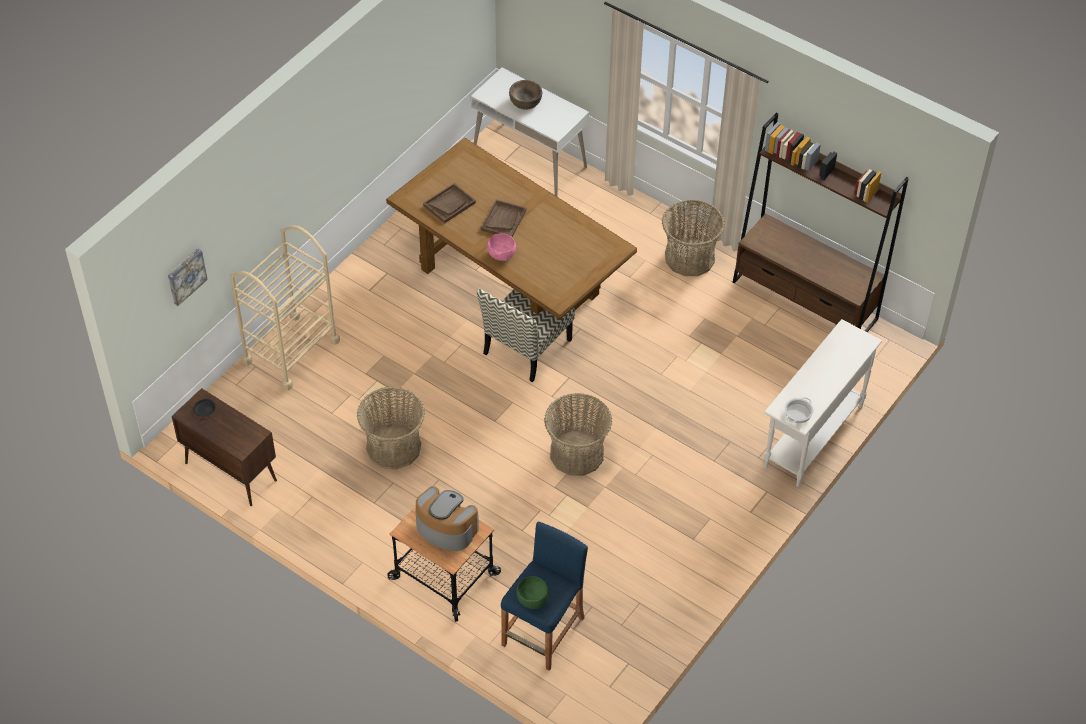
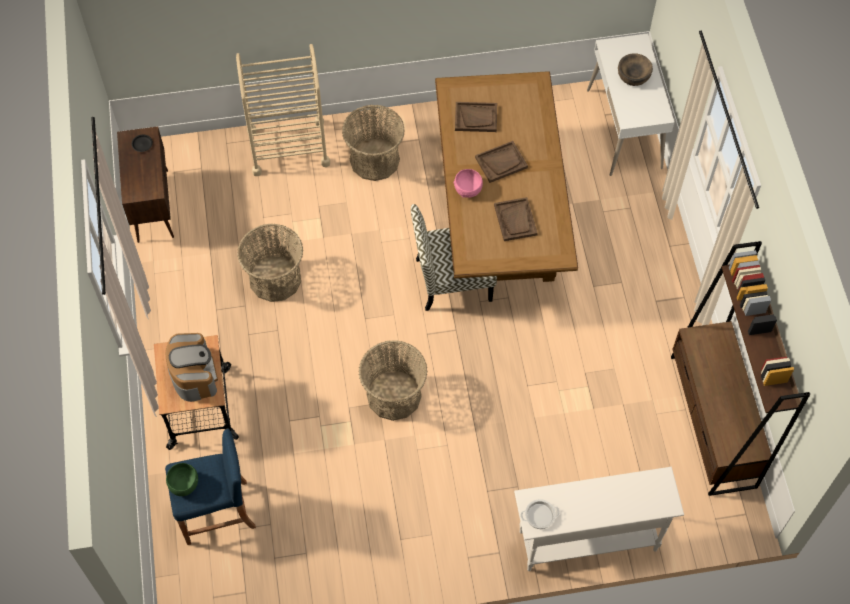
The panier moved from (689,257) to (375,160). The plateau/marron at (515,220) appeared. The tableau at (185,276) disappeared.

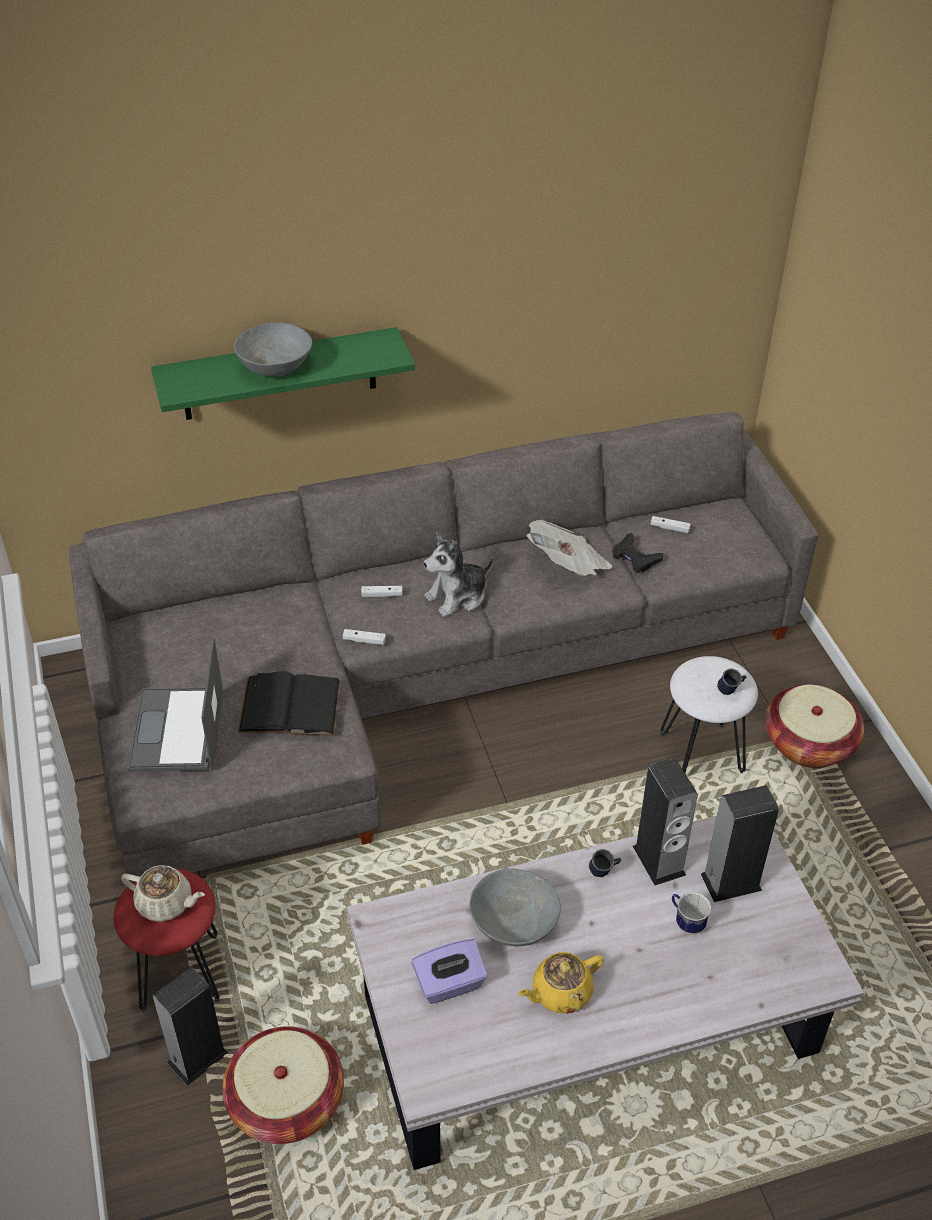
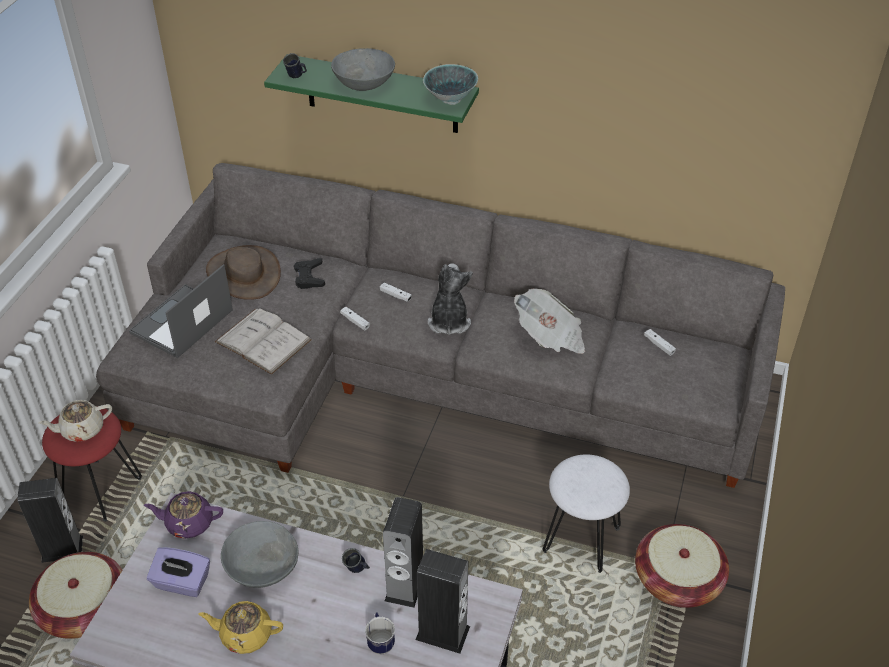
The théière/beige at (165,903) turned 105 degrees clockwise. The théière/violet at (188,523) appeared. The chapeau/marron at (244,274) appeared. The livre/noir at (290,706) became the livre/blanc at (263,341). The mug/bleu moved from (730,691) to (296,77). The manette/noir moved from (635,557) to (309,277). The bol at (451,99) appeared. The peluche at (458,596) turned 90 degrees clockwise.

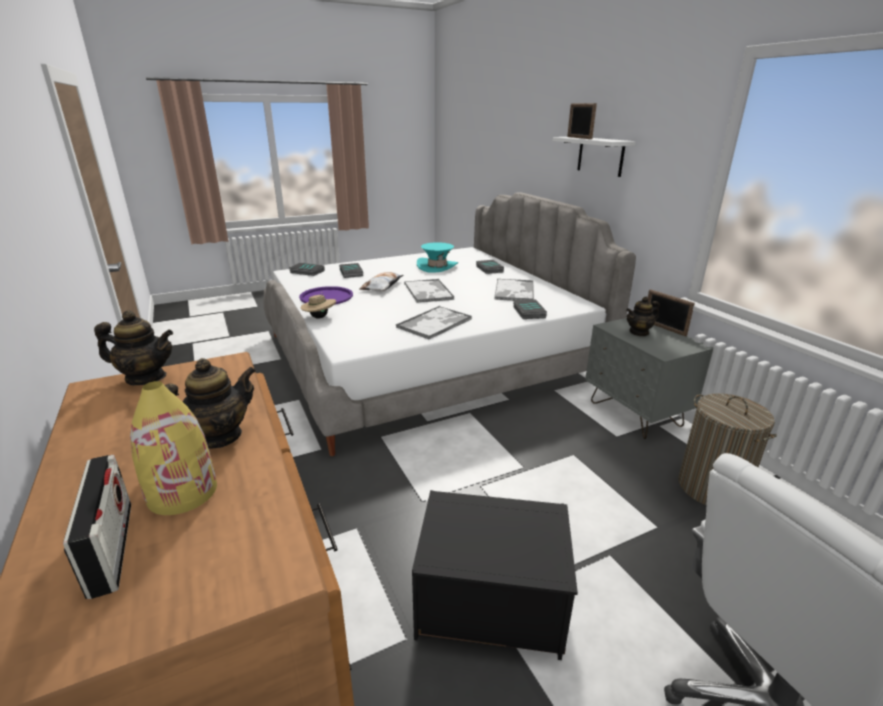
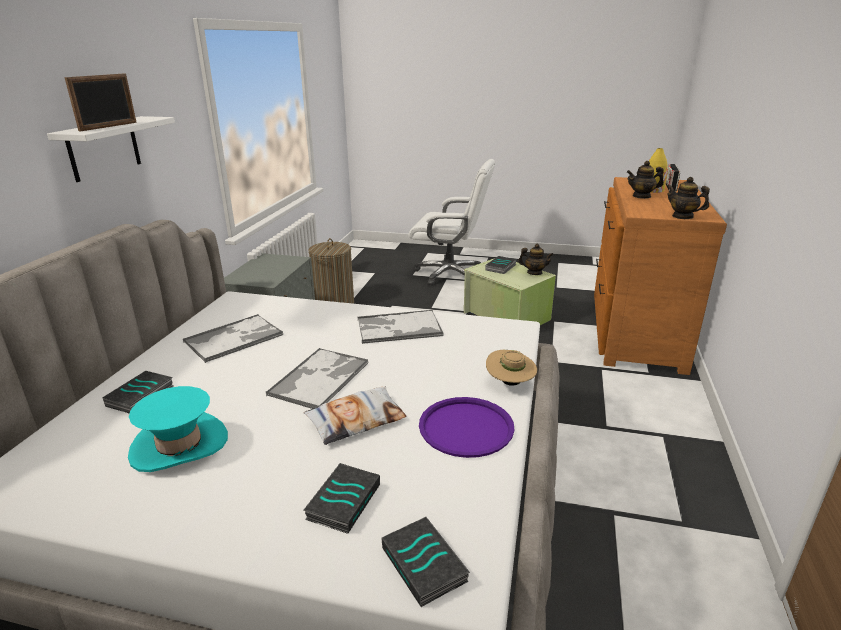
The boîte de rangement/noir at (490,604) became the boîte de rangement/vert at (507,316). The livre moved from (528,312) to (501,267). The théière moved from (639,332) to (534,273). The cadre photo at (664,328) disappeared.

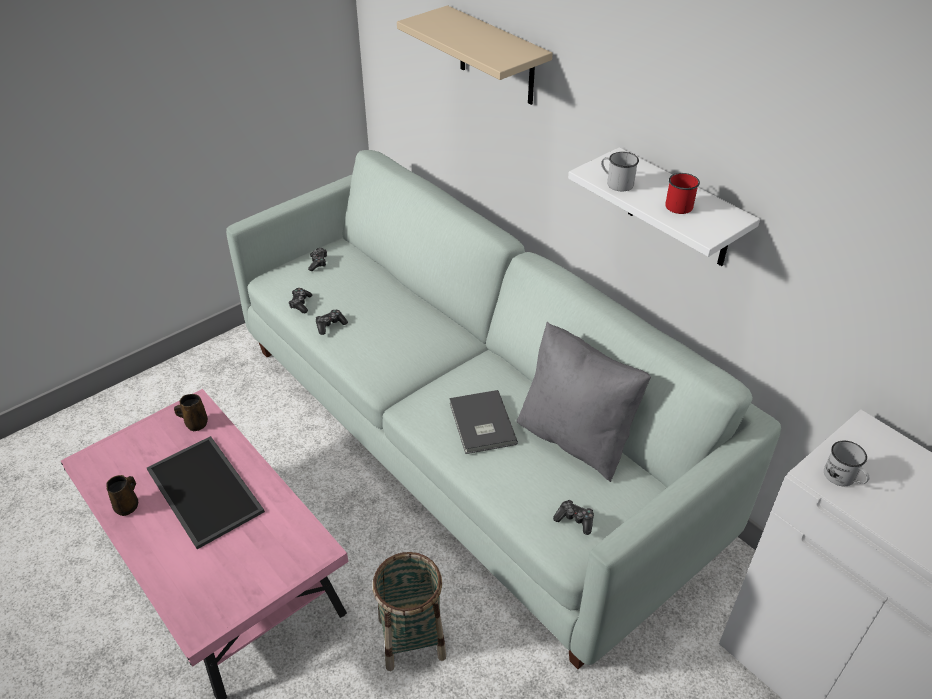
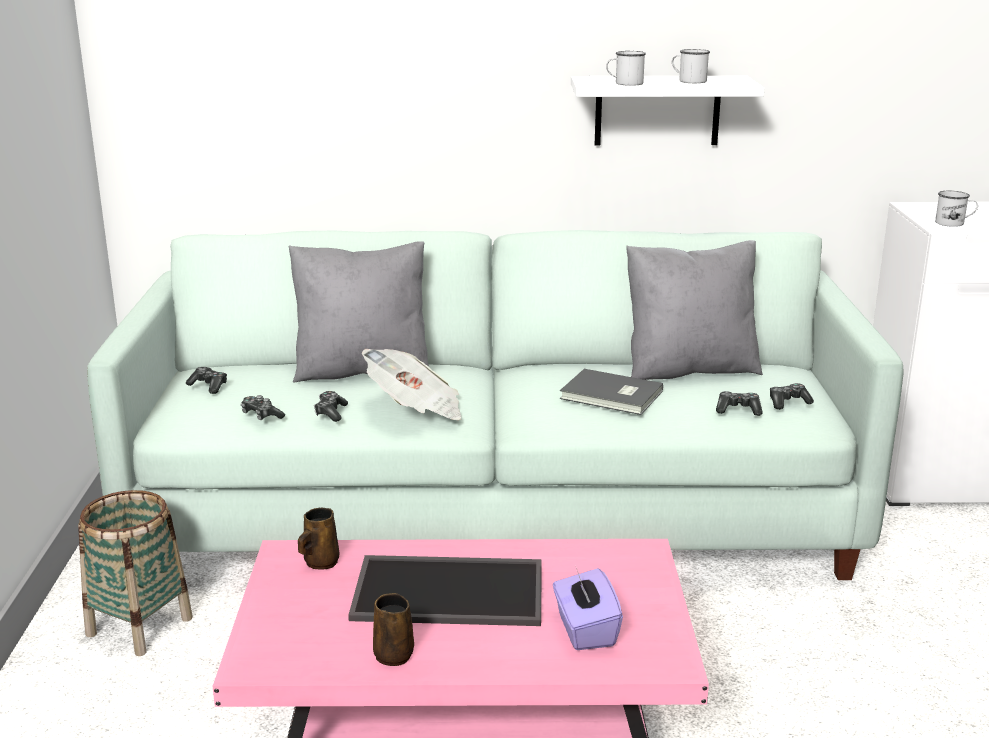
The panier moved from (412,638) to (140,626). The coussin/gris at (362,370) appeared. The journal at (416,409) appeared. The boîte à mouchoirs/violet at (585,630) appeared. The mug/rouge at (677,204) became the mug/blanc at (688,81). The manette at (738,410) appeared. The étagère/beige at (496,57) disappeared.

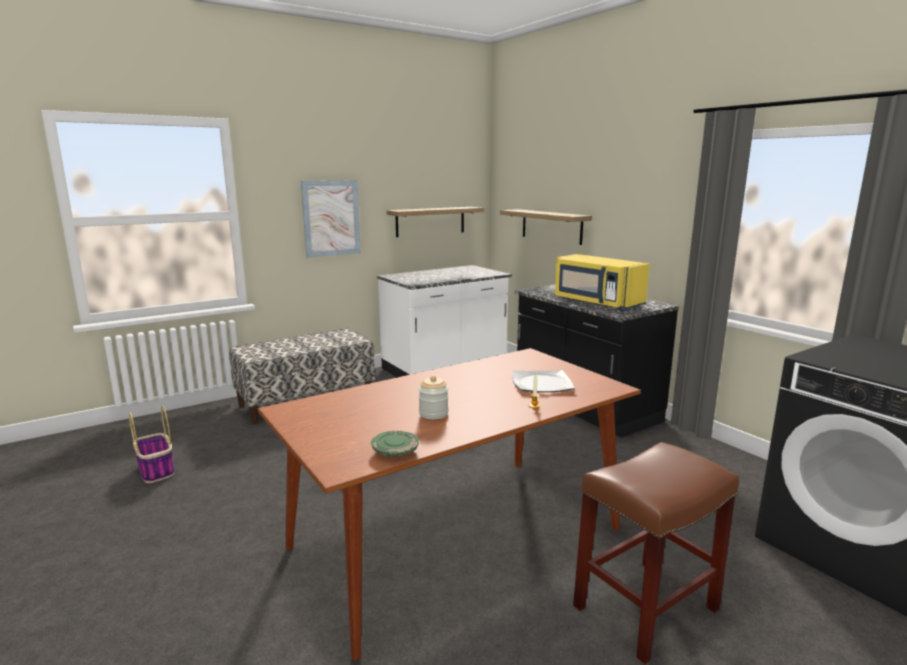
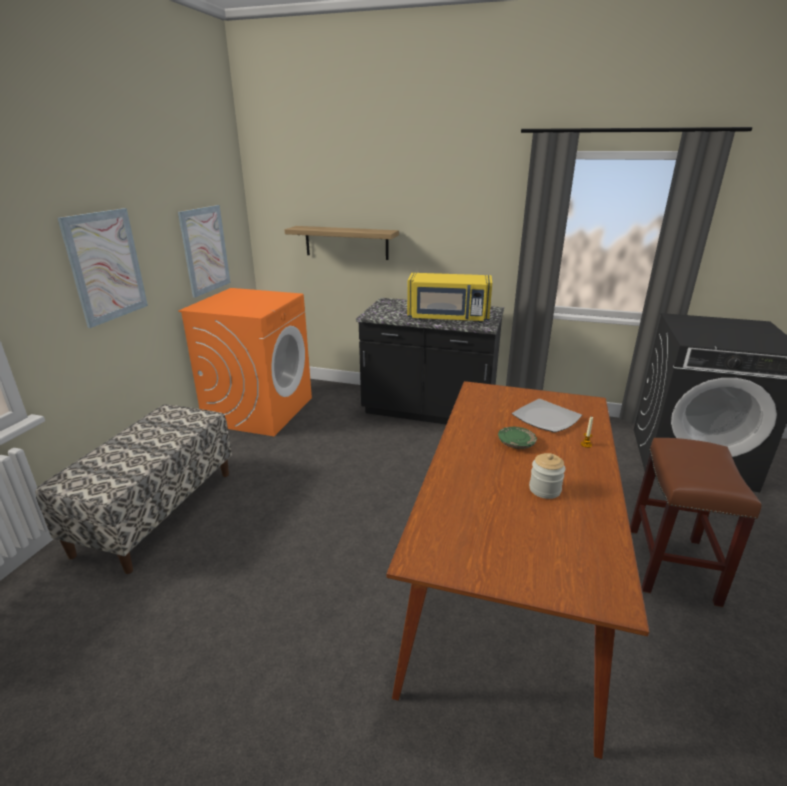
The étagère at (430,221) was replaced by the tableau at (205,250). The comptoir de cuisine/blanc at (445,366) was replaced by the lave-linge/orange at (259,410). The assiette/vert moved from (395,451) to (516,443). The panier at (156,470) disappeared.

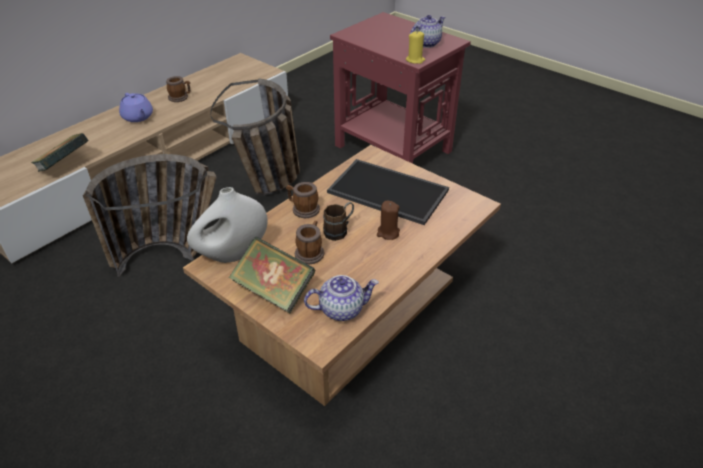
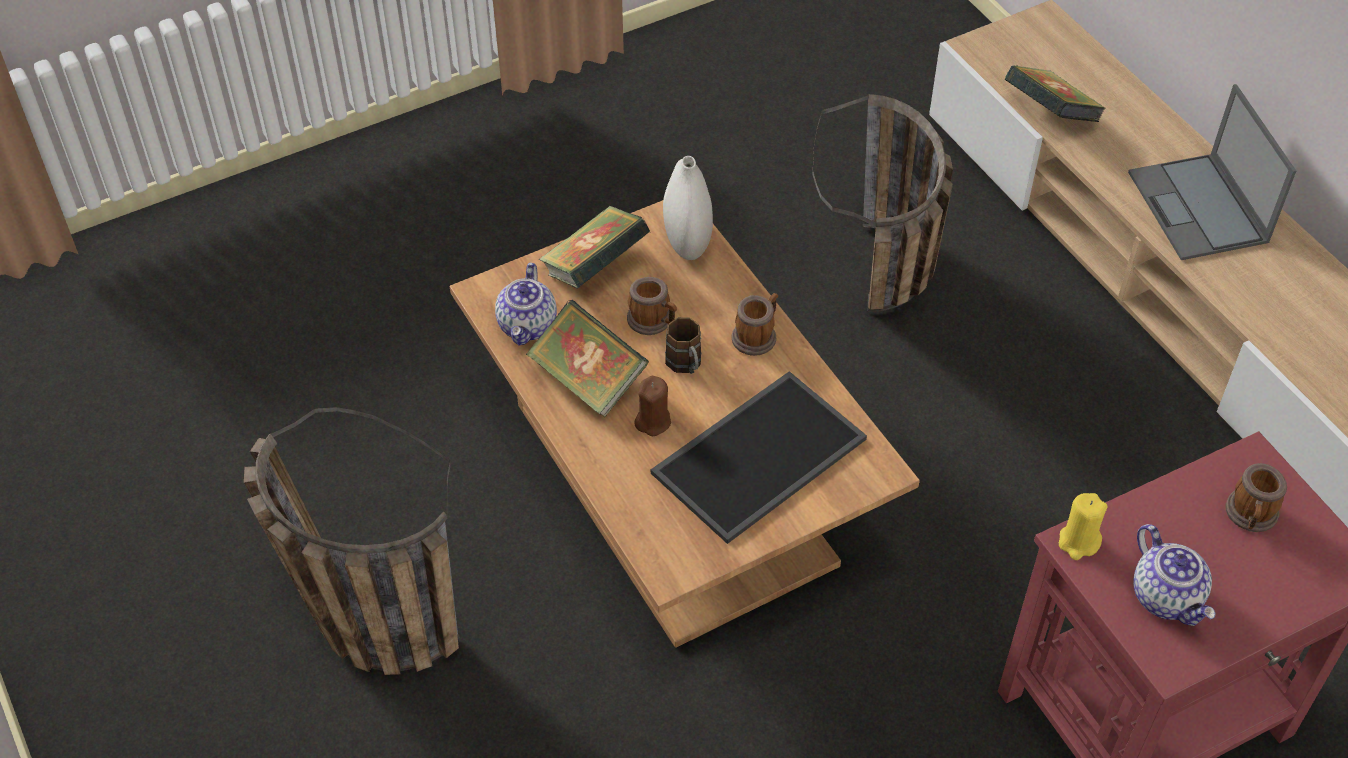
The panier moved from (271,186) to (361,615). The livre at (588,380) appeared. The théière/violet at (138,117) was replaced by the ordinateur portable at (1199,208). The mug moved from (180,97) to (1250,516).

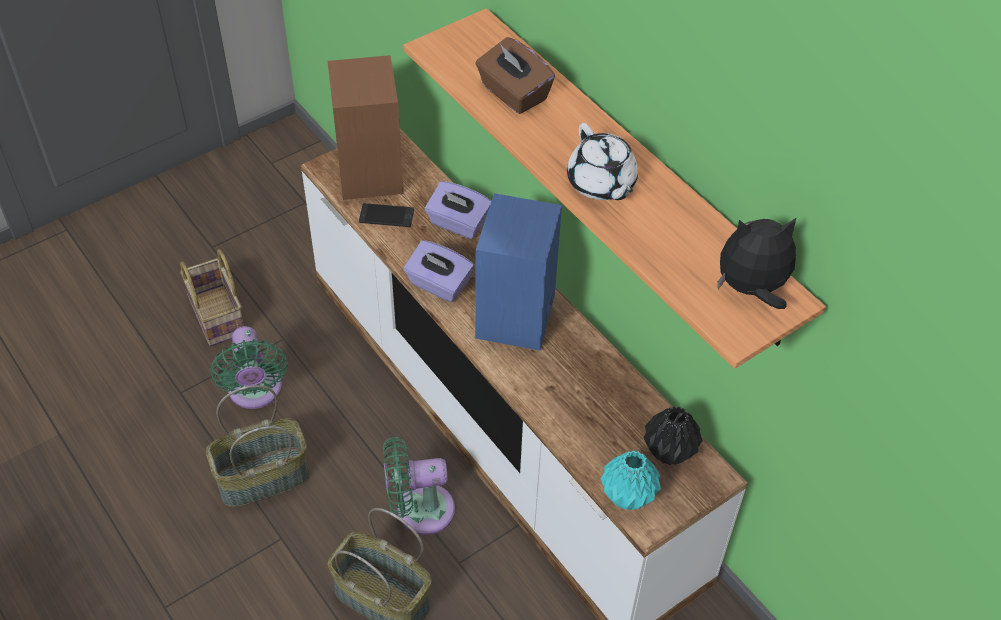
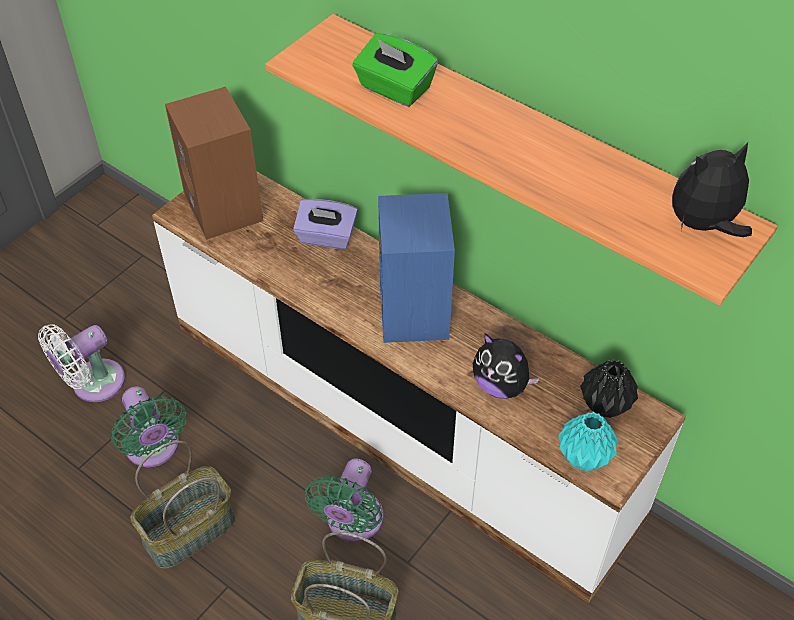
The panier at (219,316) was replaced by the ventilateur/blanc at (93,384). The ventilateur/vert at (419,510) turned 45 degrees counterclockwise. The boîte à mouchoirs/marron at (513,93) became the boîte à mouchoirs/vert at (394,88). The peluche at (501,385) appeared. The téléphone at (386,216) disappeared. The boîte à mouchoirs/violet at (438,284) disappeared. The théière/blanc at (601,184) disappeared.

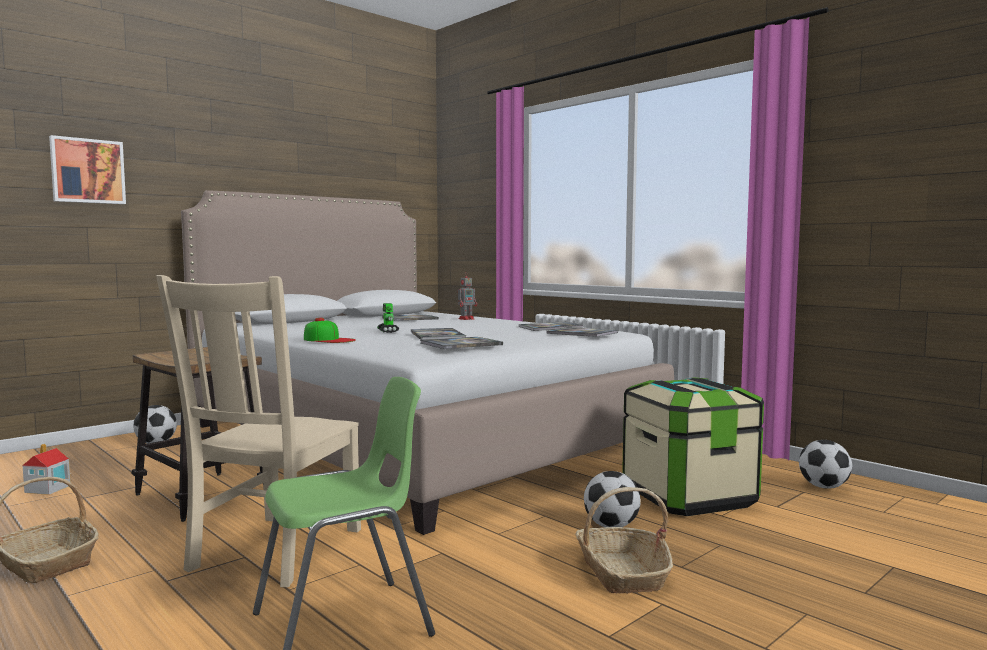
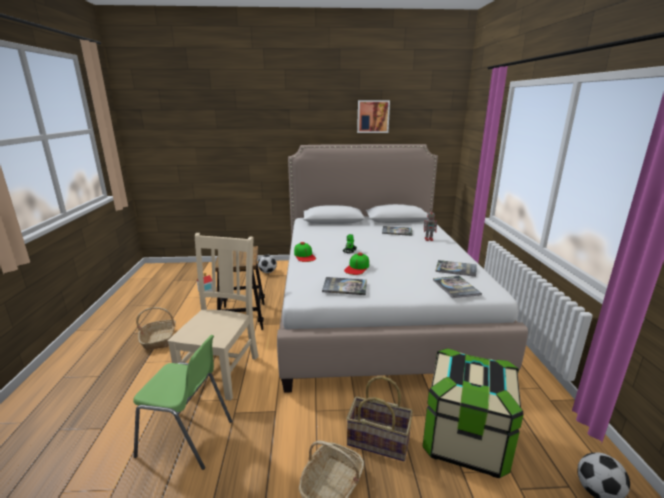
The chaise/beige at (273,551) turned 135 degrees clockwise. The livre at (437,335) was replaced by the casquette at (357,267). The ballon de foot at (611,526) was replaced by the panier at (379,440). The tableau moved from (87,171) to (373,116).

